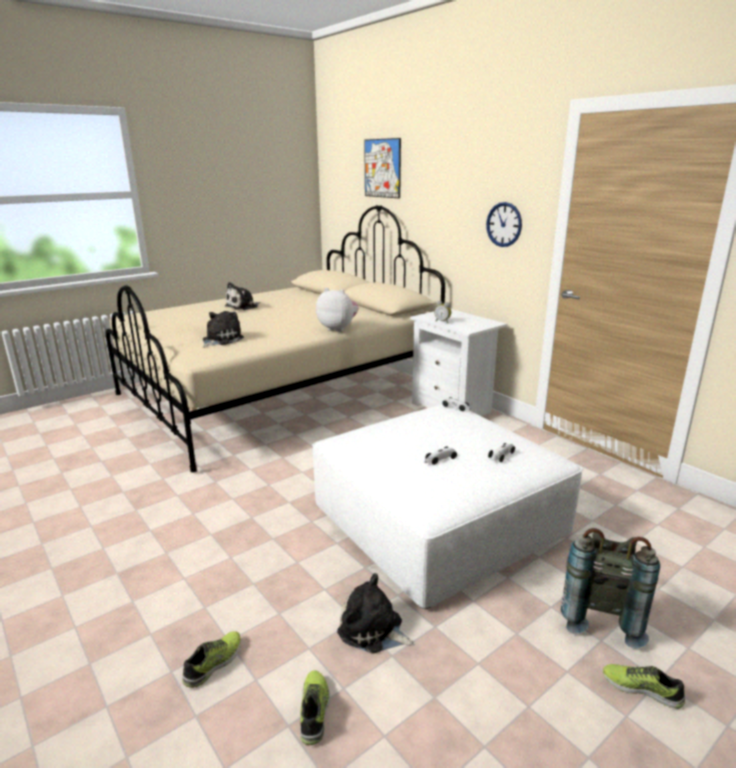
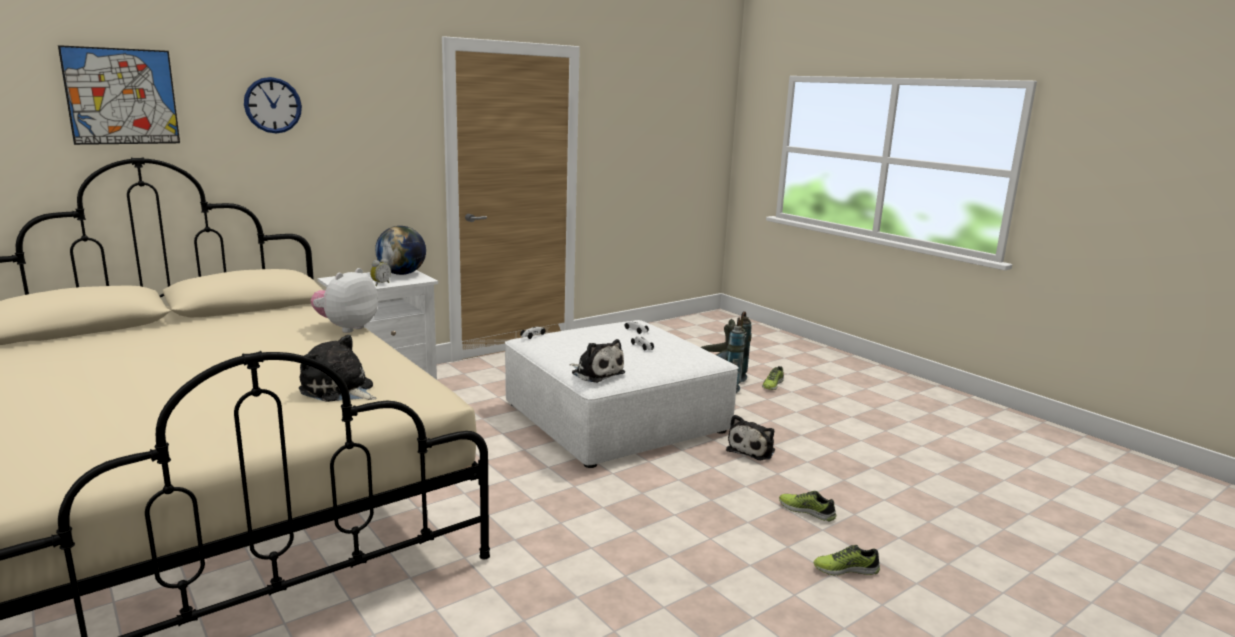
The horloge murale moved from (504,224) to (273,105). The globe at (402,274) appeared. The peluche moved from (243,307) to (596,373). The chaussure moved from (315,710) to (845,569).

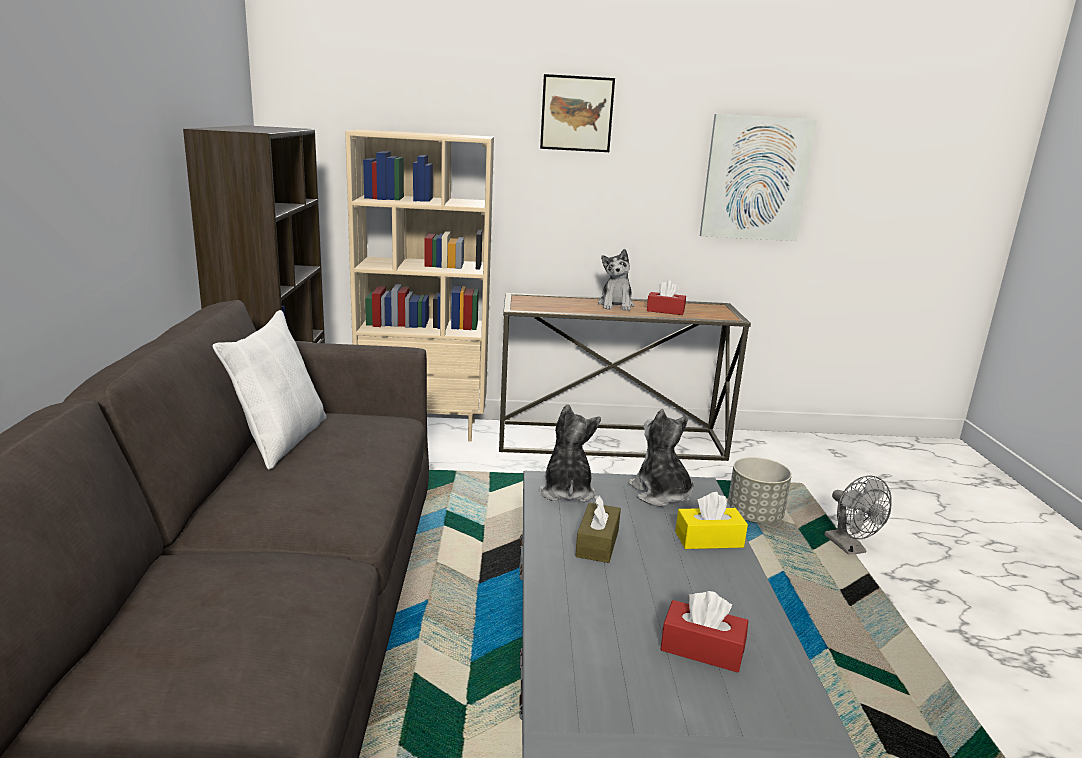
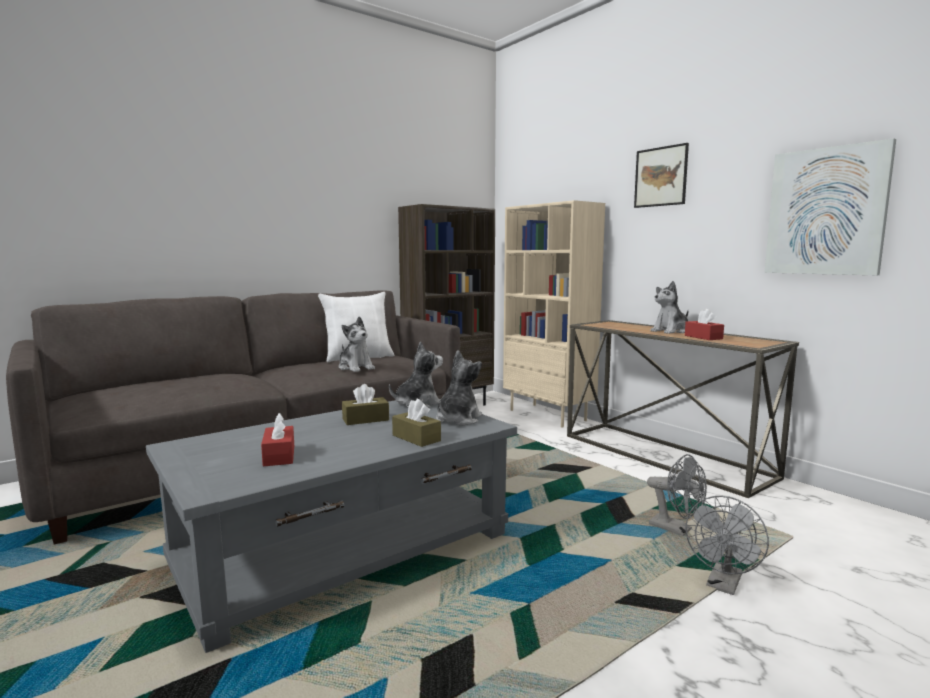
The peluche at (355,368) appeared. The boîte à mouchoirs/jaune at (709,539) became the boîte à mouchoirs/marron at (416,438). The cache-pot/gris at (753,516) was replaced by the ventilateur/gris at (676,529).

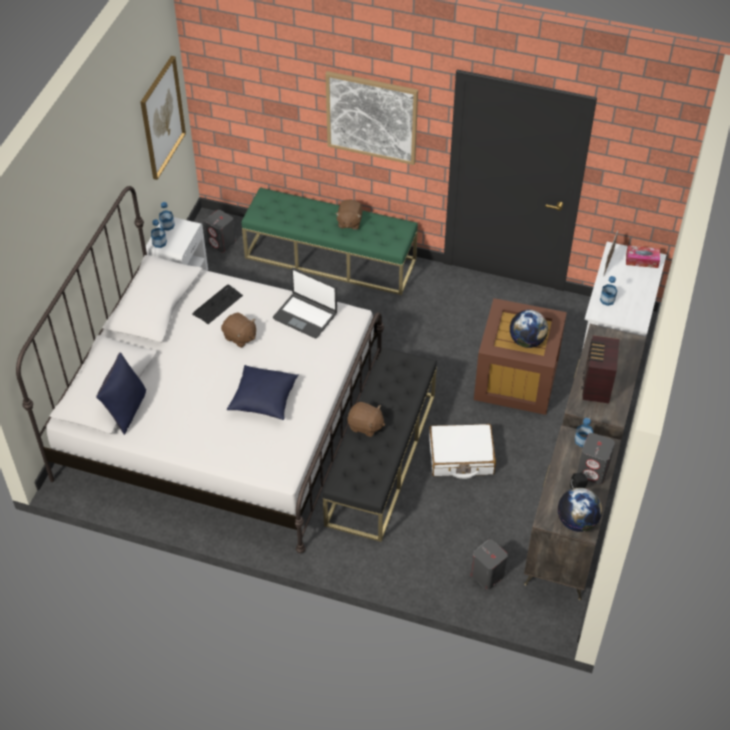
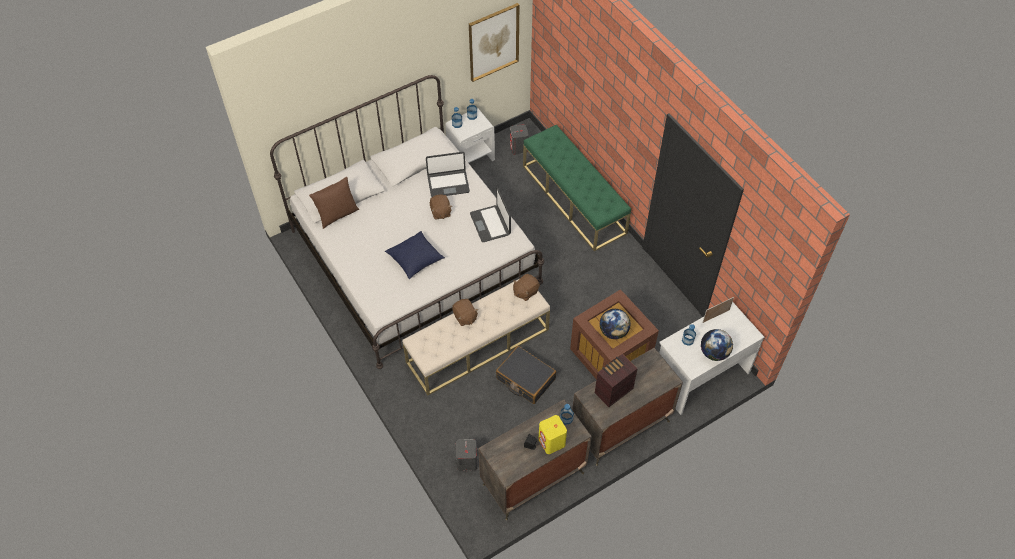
The coussin/bleu at (126,410) became the coussin/marron at (337,215). The banc/noir at (381,458) became the banc/beige at (478,345). The clavier at (217,304) was replaced by the ordinateur portable at (448,184). The valise/blanc at (461,457) became the valise/noir at (525,379). The peluche/marron moved from (349,222) to (525,292). The enceinte/gris at (593,471) became the enceinte/jaune at (552,442). The globe moved from (577,521) to (714,353). The tableau at (372,117) disappeared. The boîte à mouchoirs at (642,260) disappeared.

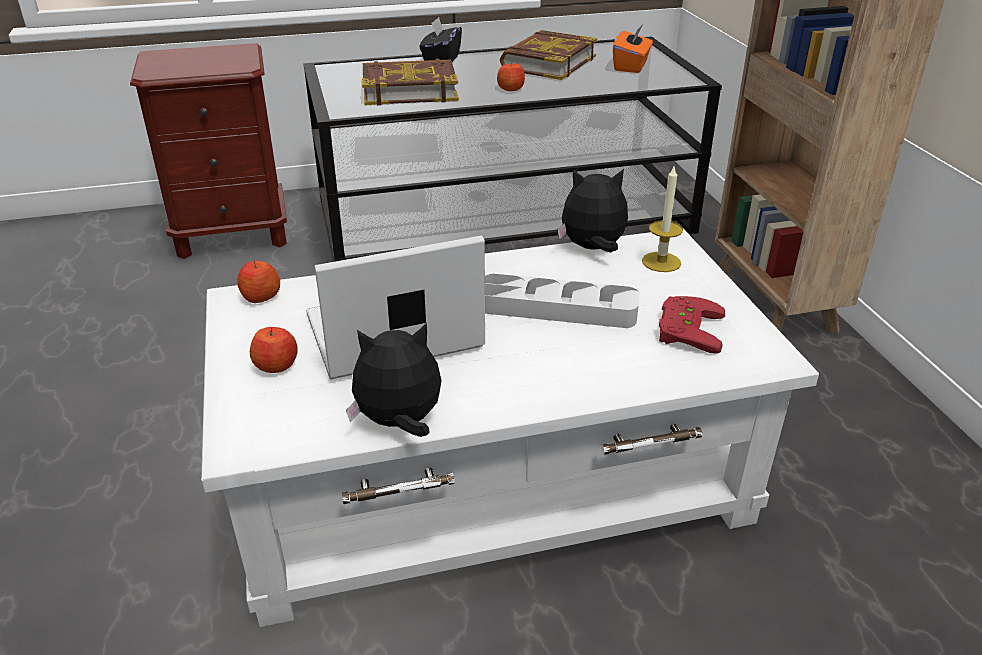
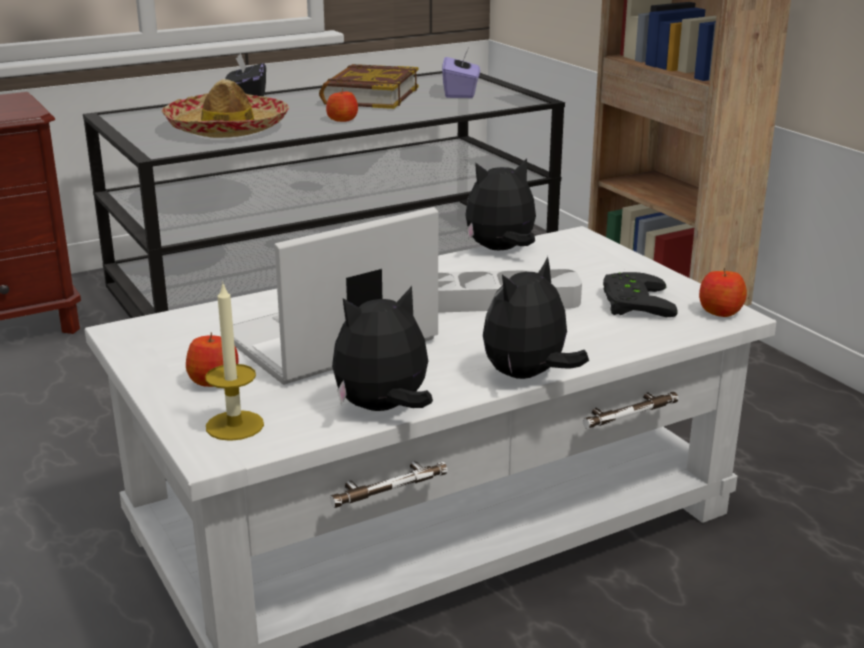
The livre at (409,90) was replaced by the chapeau at (227,129). The bougie moved from (661,262) to (234,425). The boîte à mouchoirs/orange at (631,66) became the boîte à mouchoirs/violet at (461,93). The peluche at (528,376) appeared. The manette/rouge at (685,328) became the manette/noir at (631,302). The pomme moved from (261,296) to (720,312).

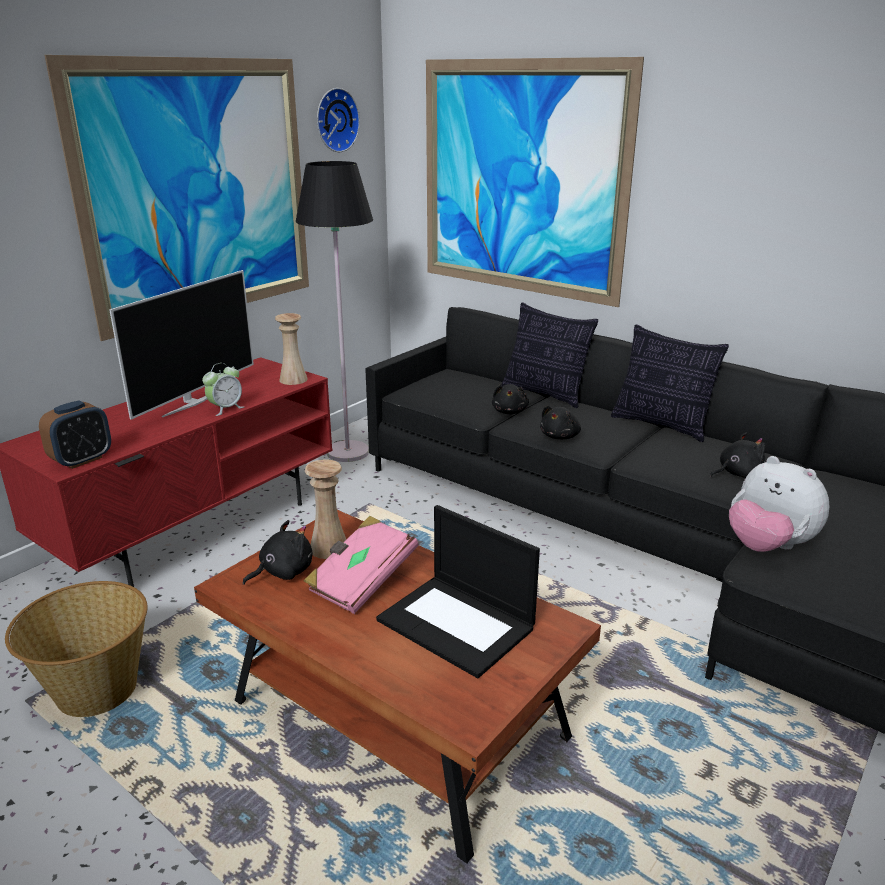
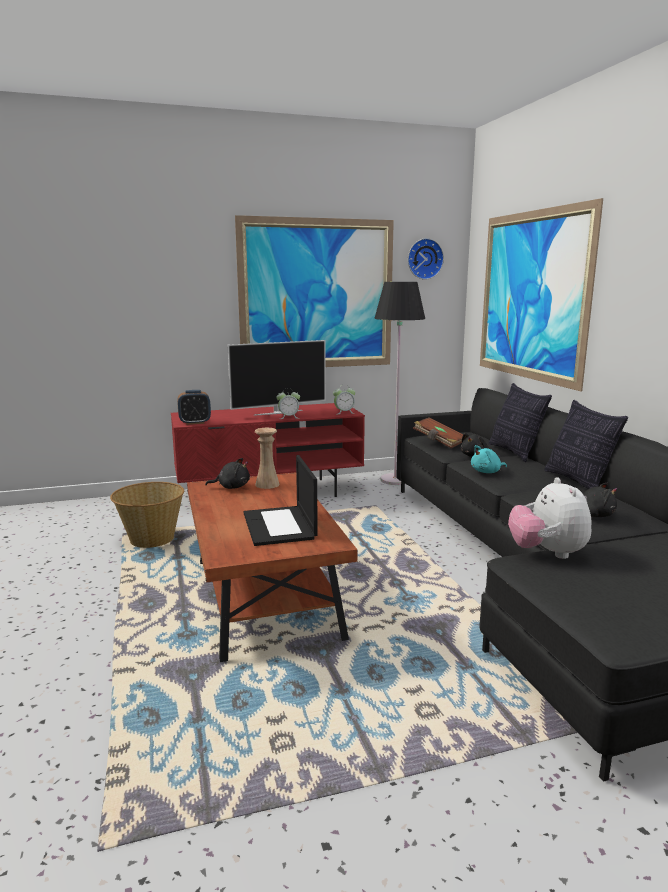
The vase/beige at (293,379) was replaced by the réveil at (344,412). The livre/marron at (438,442) appeared. The peluche/noir at (560,436) became the peluche/turquoise at (487,472). The livre/rose at (361,581) disappeared.

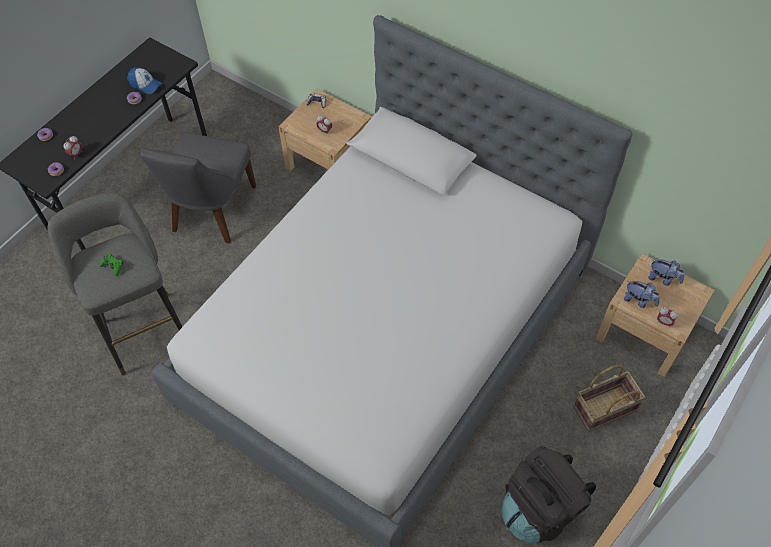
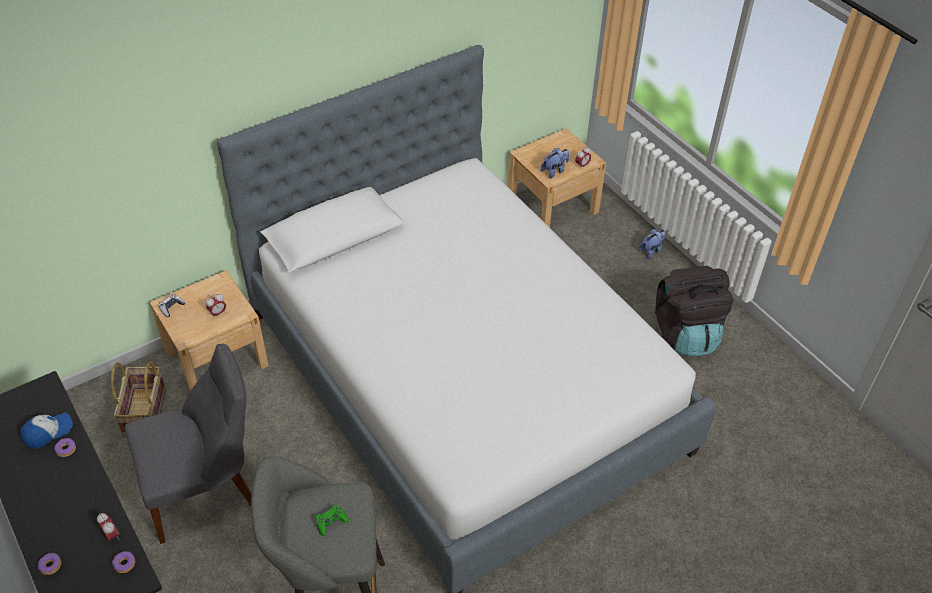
The panier moved from (605,409) to (146,412). The chaise/gris at (212,212) turned 60 degrees counterclockwise. The peluche moved from (663,279) to (651,250).

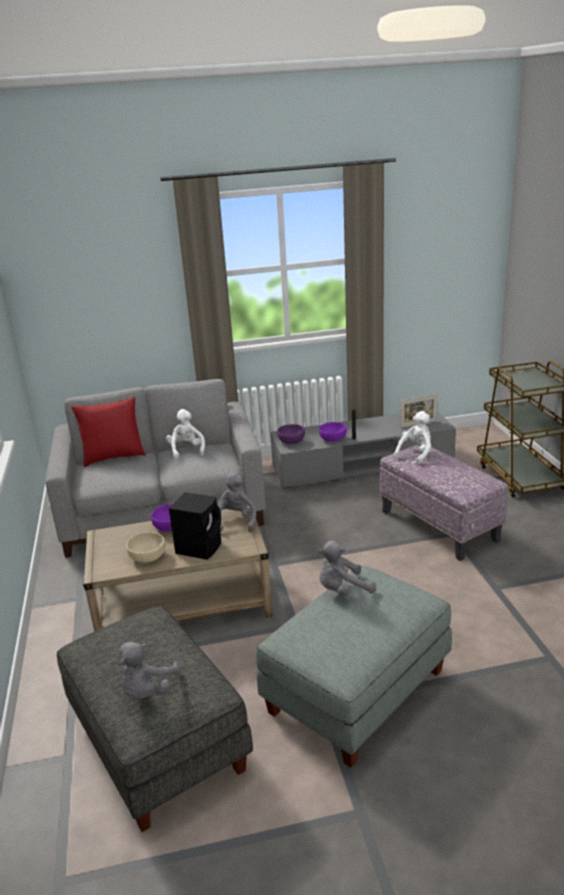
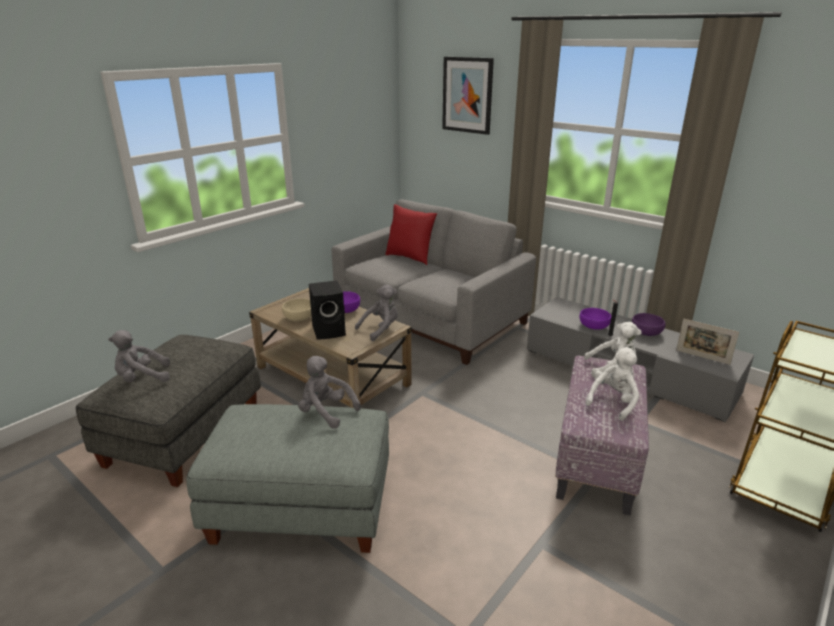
The tableau at (467,95) appeared. The peluche/blanc moved from (186,450) to (613,401). The bol/violet moved from (291,441) to (646,332).

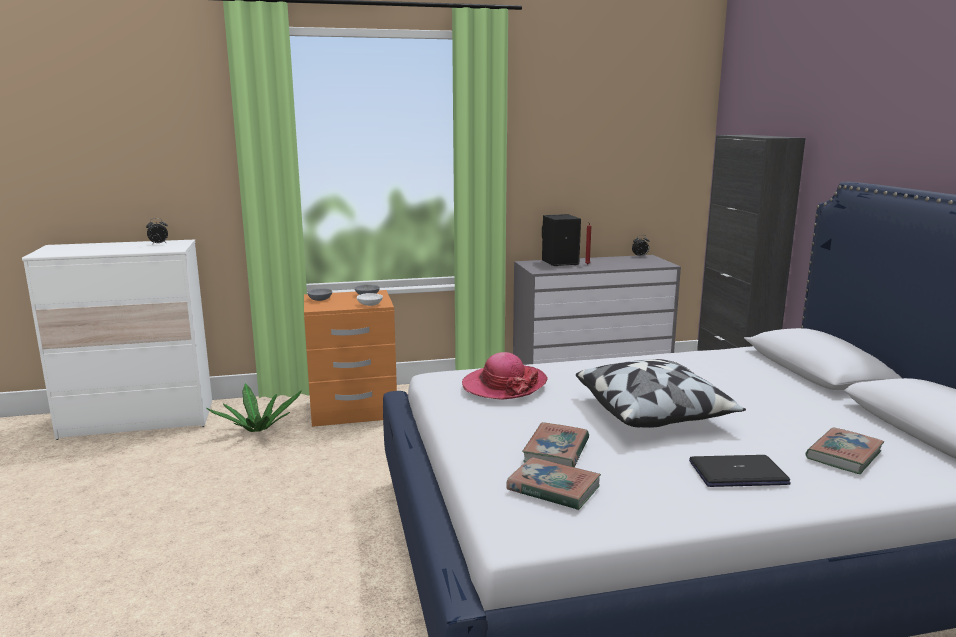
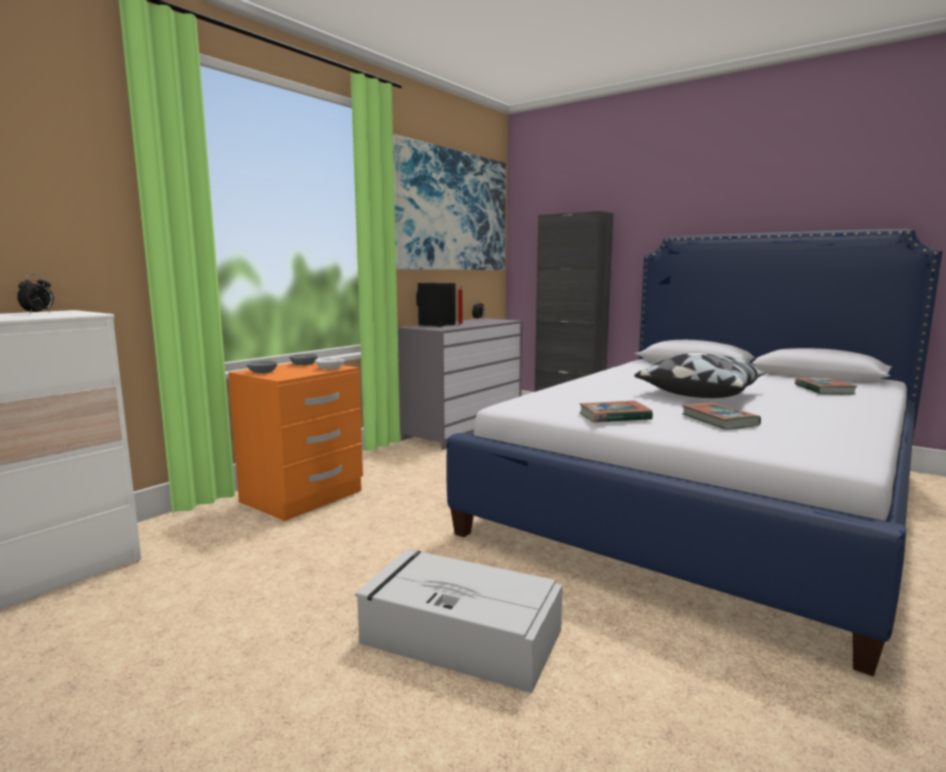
The boîte de rangement/gris at (458,635) appeared. The tableau at (452,211) appeared. The livre moved from (553,488) to (614,416). The plante en pot at (258,429) disappeared. The chapeau at (503,385) disappeared. The ordinateur portable at (738,473) disappeared.

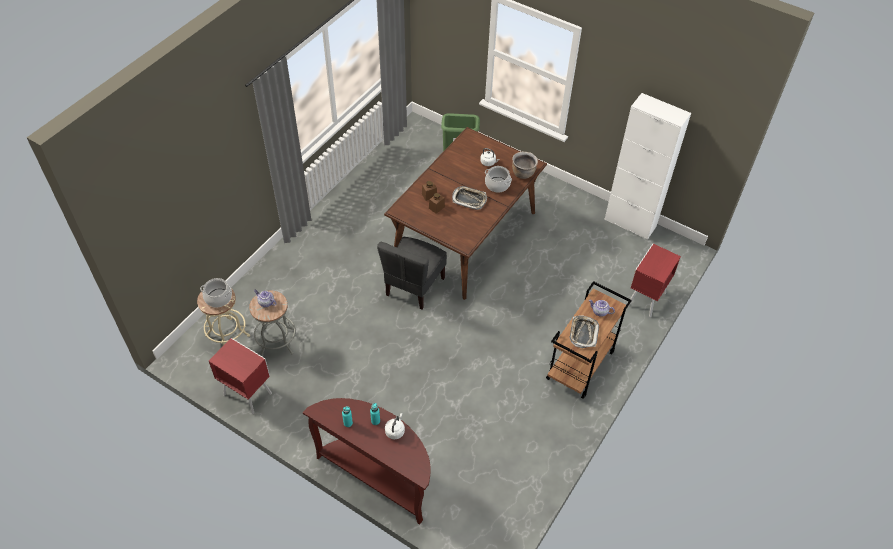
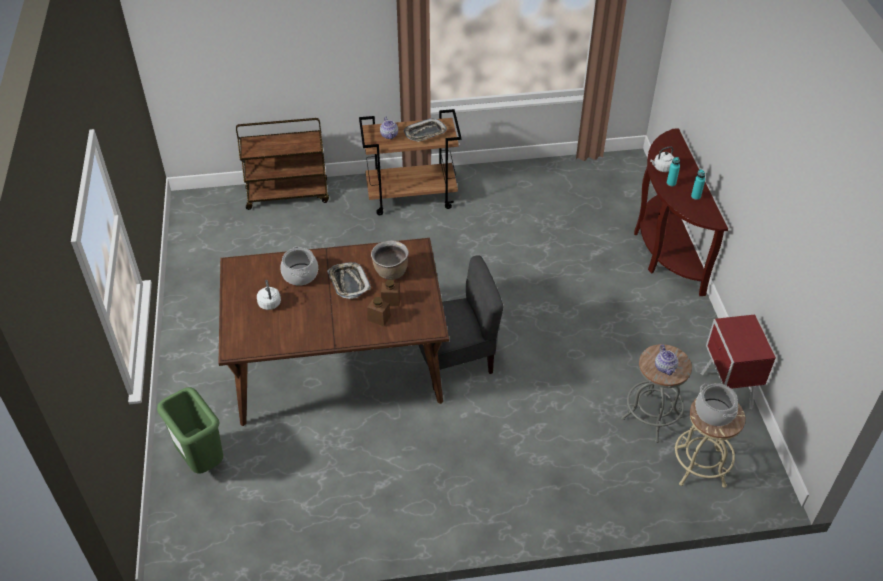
The table de chevet/rouge at (645,300) was replaced by the chariot/marron at (288,195). The marmite/marron moved from (523,173) to (390,272). The meuble de rangement/blanc at (630,223) disappeared.

